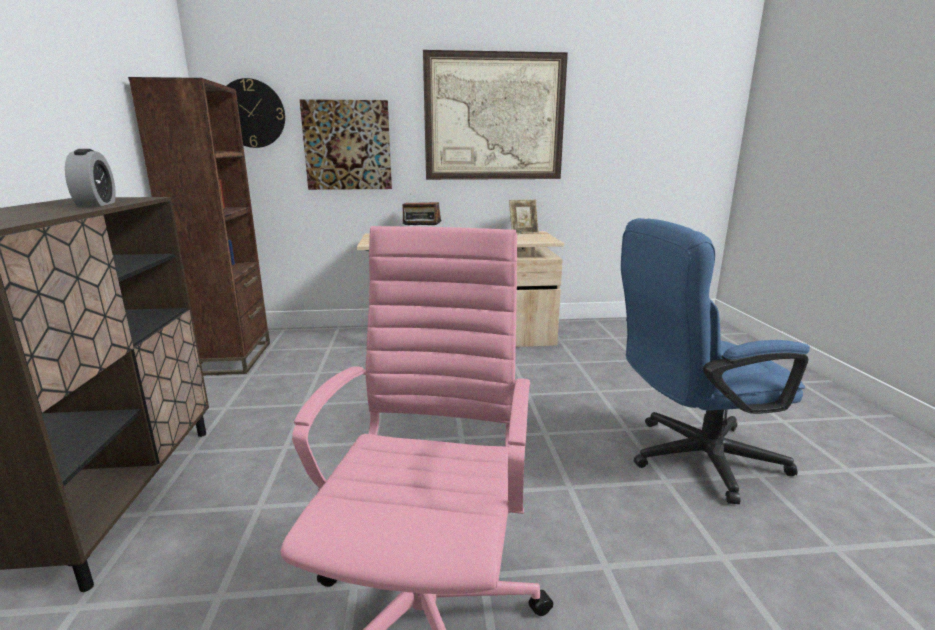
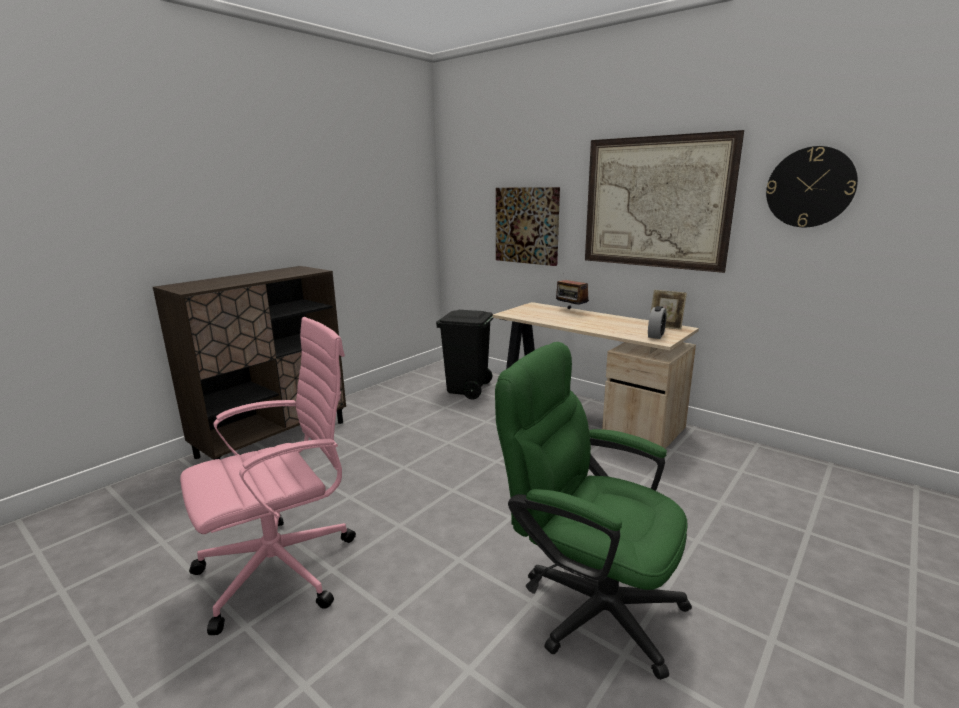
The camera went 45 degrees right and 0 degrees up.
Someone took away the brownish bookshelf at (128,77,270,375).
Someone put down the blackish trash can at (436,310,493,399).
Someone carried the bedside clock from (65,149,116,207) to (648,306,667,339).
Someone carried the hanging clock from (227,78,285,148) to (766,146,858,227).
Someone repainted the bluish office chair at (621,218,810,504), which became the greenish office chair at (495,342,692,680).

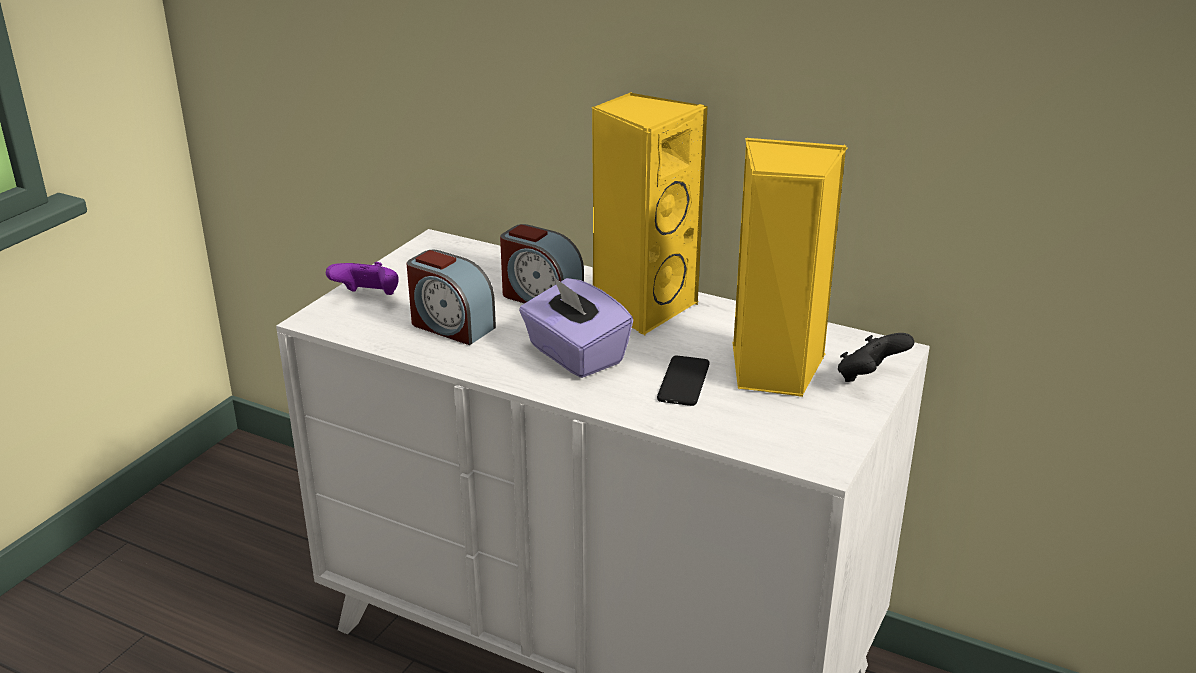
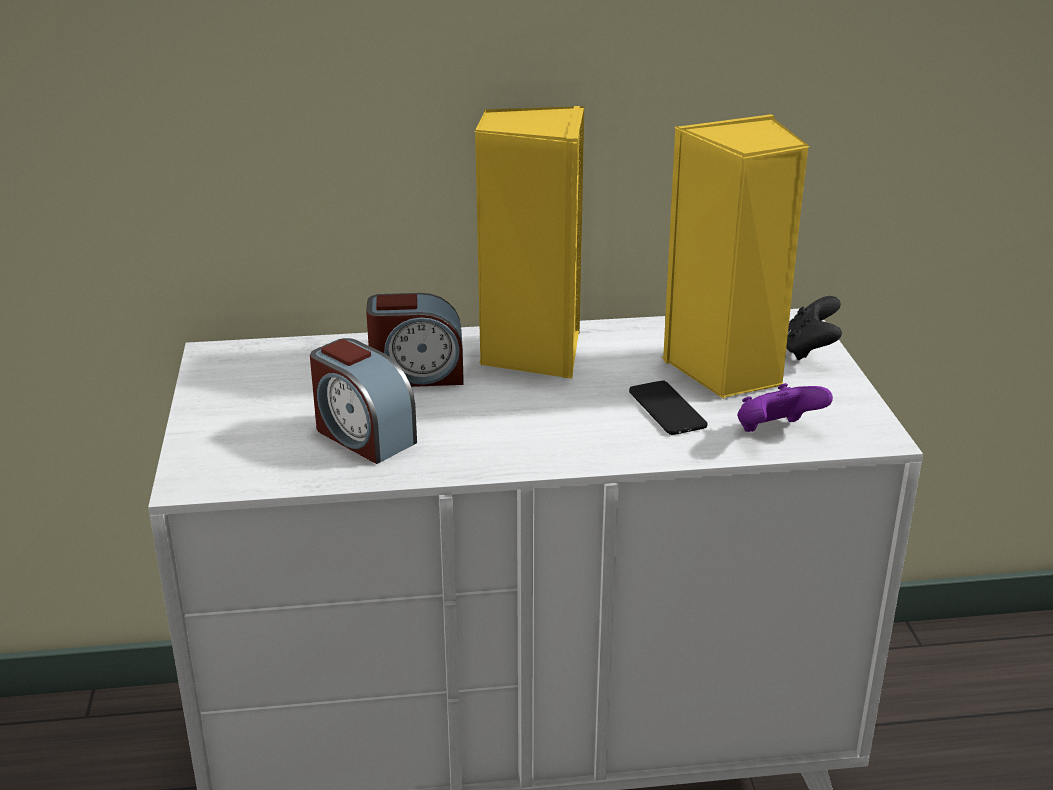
The camera went 35 degrees left and 0 degrees up.
Someone took away the purple-coloured tissue holder at (519,276,633,378).
Someone carried the purple-coloured game controller from (326,262,399,295) to (737,383,833,432).
Someone rotated the bedside clock at (407,250,496,345) by 45 degrees clockwise.

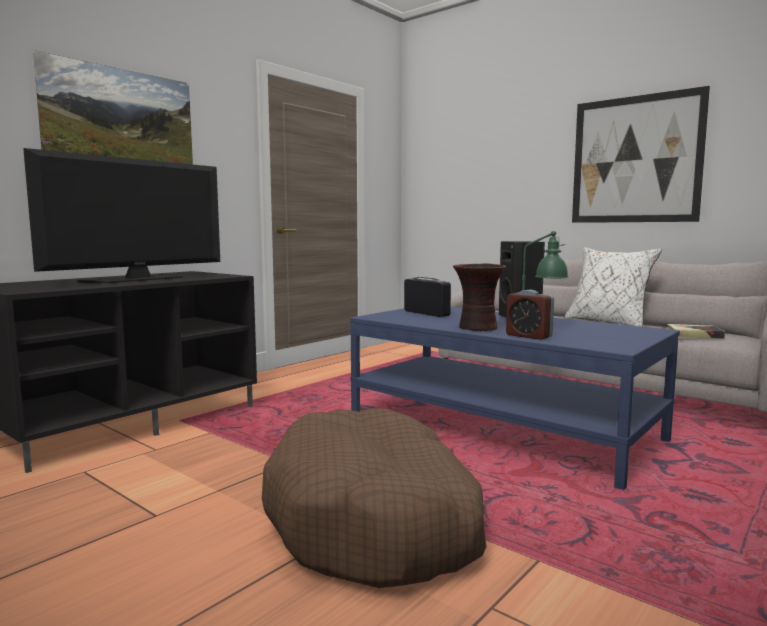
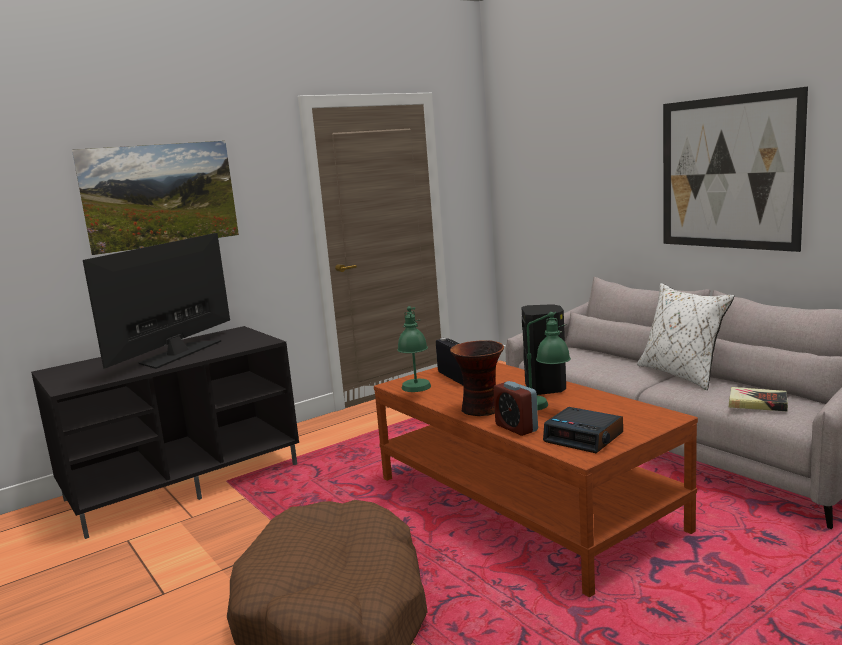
The camera went 15 degrees right and 5 degrees up.
Someone put down the greenish table lamp at (397,306,431,392).
Someone put down the bedside clock at (543,407,623,453).
Someone repainted the bluish coffee table at (350,307,680,490), which became the brownish coffee table at (374,362,698,597).
Someone rotated the TV set at (23,148,220,283) by 150 degrees clockwise.

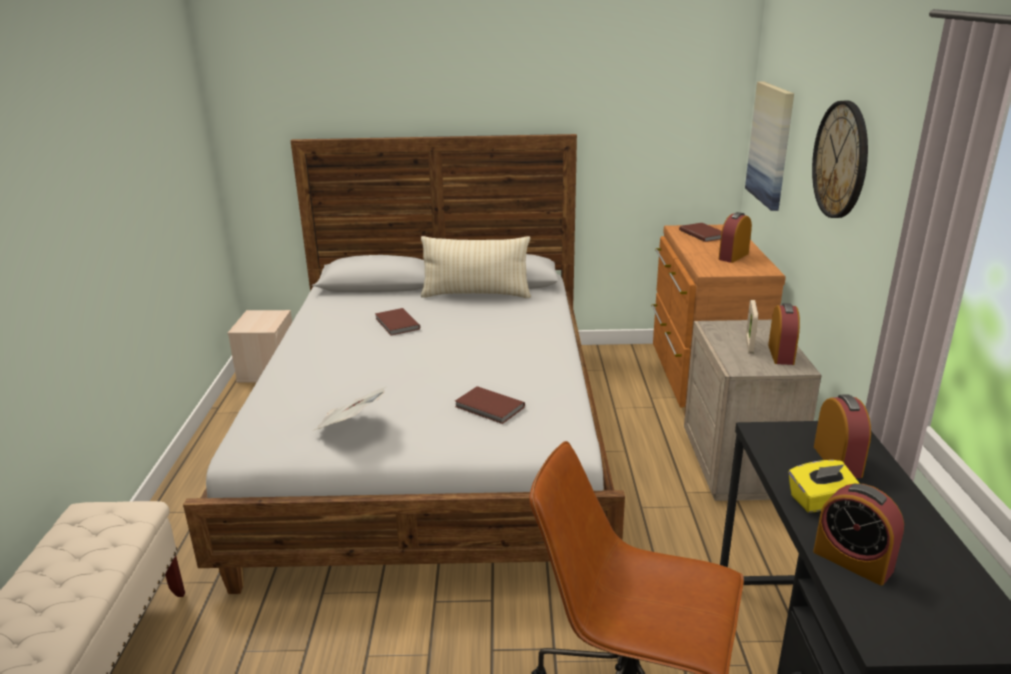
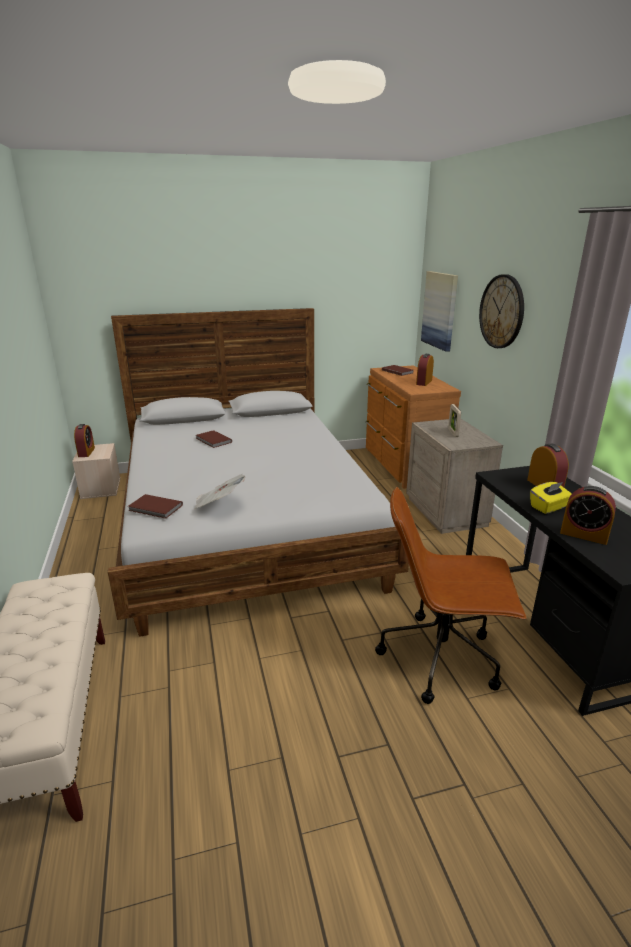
The camera went 15 degrees left and 0 degrees up.
Someone took away the beige-coloured cushion at (421,236,531,298).
Someone carried the brownish book from (455,386,525,424) to (128,494,183,519).
Someone carried the bedside clock from (768,303,800,365) to (74,424,95,457).

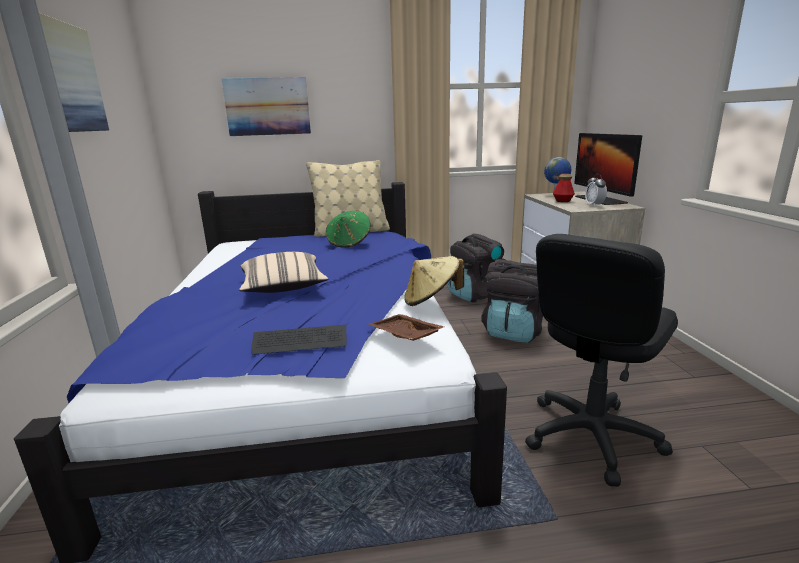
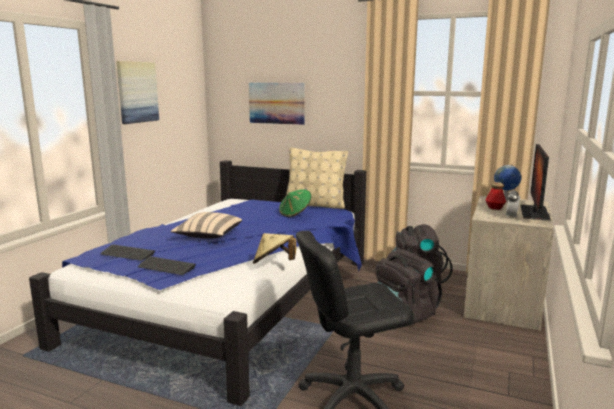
The camera went 30 degrees right and 5 degrees down.
Someone took away the brownish tray at (368,314,444,341).
Someone put down the PC keyboard at (101,244,155,261).

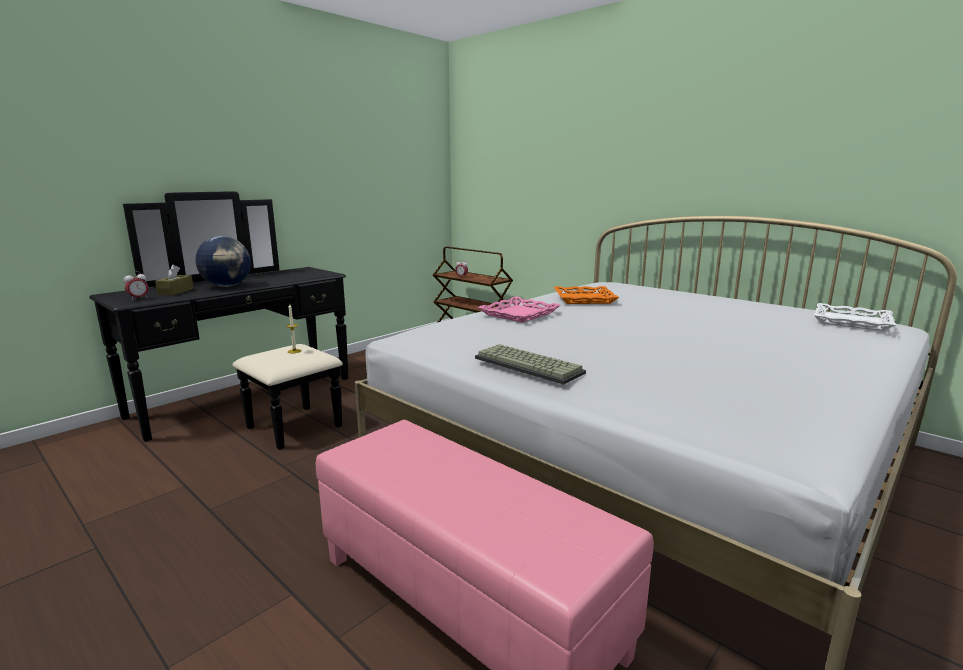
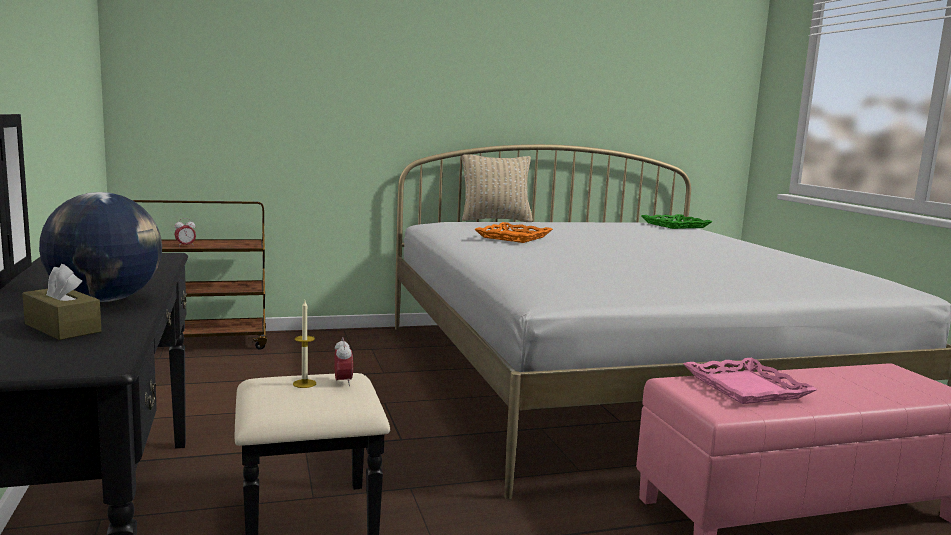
The camera went 60 degrees left and 5 degrees down.
Someone took away the PC keyboard at (475,344,586,385).
Someone put down the beige-coloured cushion at (462,154,533,222).
Someone carried the bedside clock from (124,271,148,299) to (334,337,353,386).
Someone carried the pink tray from (478,296,560,323) to (683,358,817,404).
Someone repainted the white tray at (814,303,896,331), which became the greenish tray at (641,214,712,229).

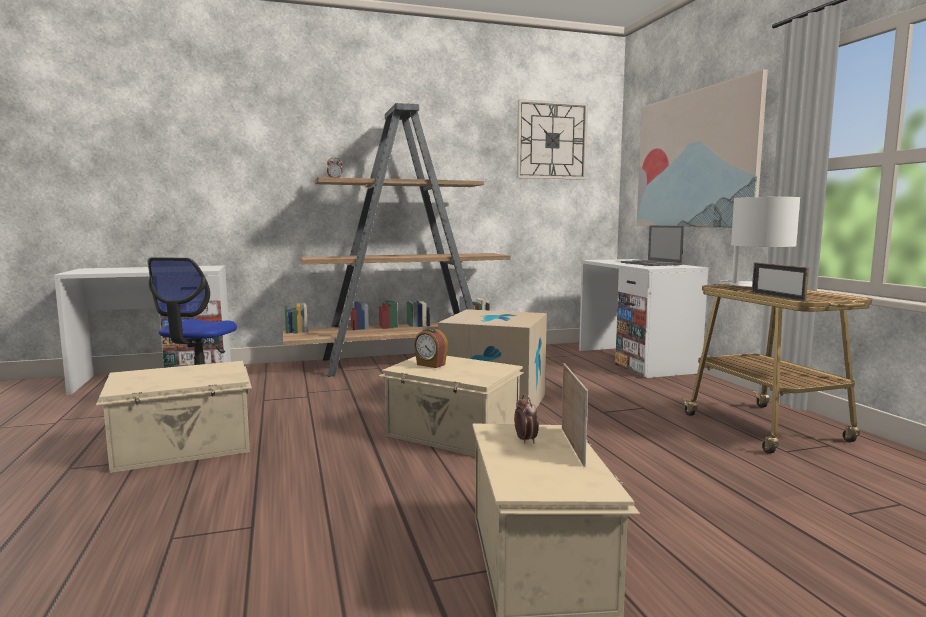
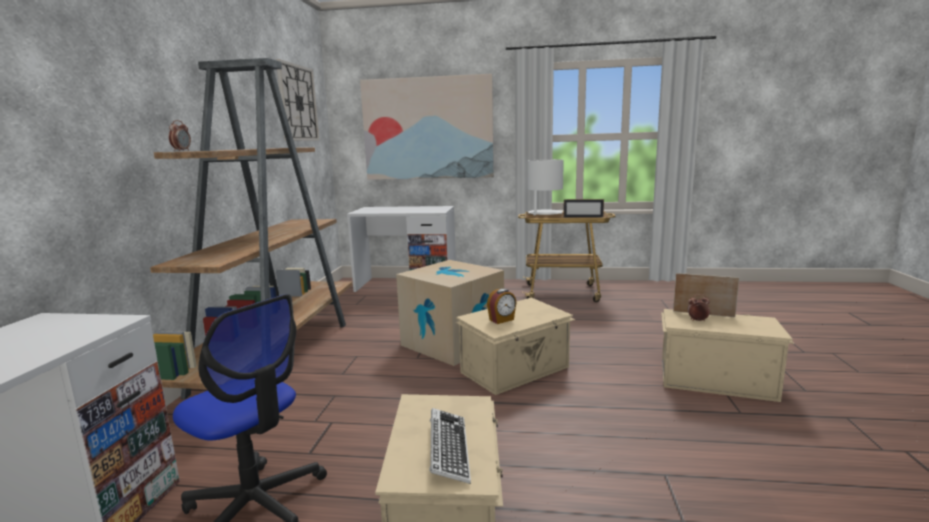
The camera went 65 degrees left and 5 degrees up.
Someone took away the portable computer at (621,225,684,266).
Someone put down the PC keyboard at (429,408,471,484).

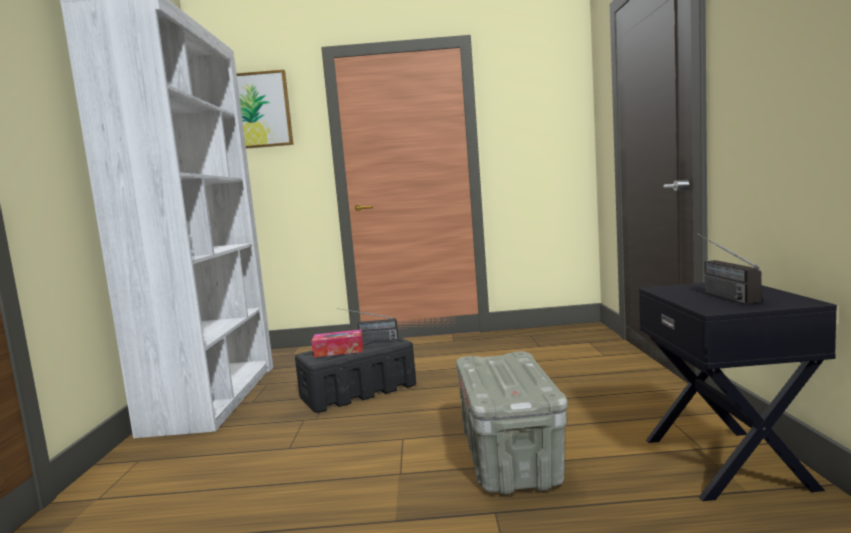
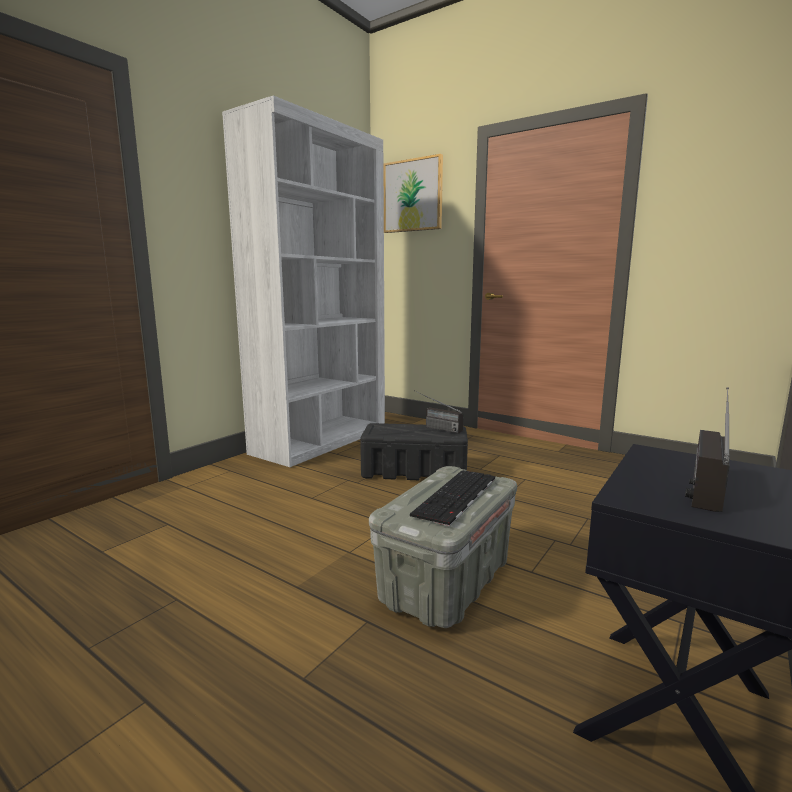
The camera went 35 degrees right and 5 degrees up.
Someone took away the tissue holder at (312,329,363,357).
Someone put down the PC keyboard at (410,470,495,527).

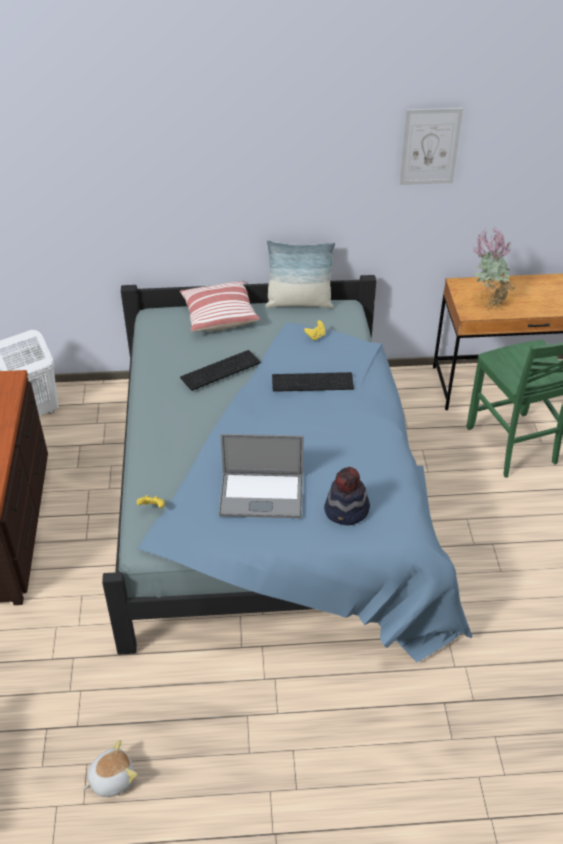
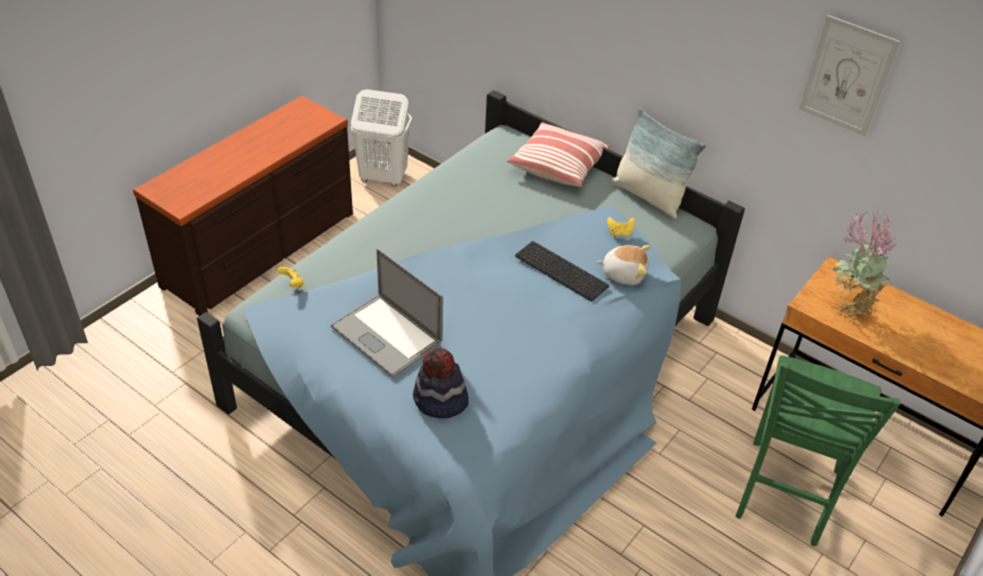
The camera went 40 degrees right and 0 degrees up.
Someone took away the PC keyboard at (180,350,260,391).
Someone carried the soft toy from (83,740,137,797) to (597,245,651,285).

